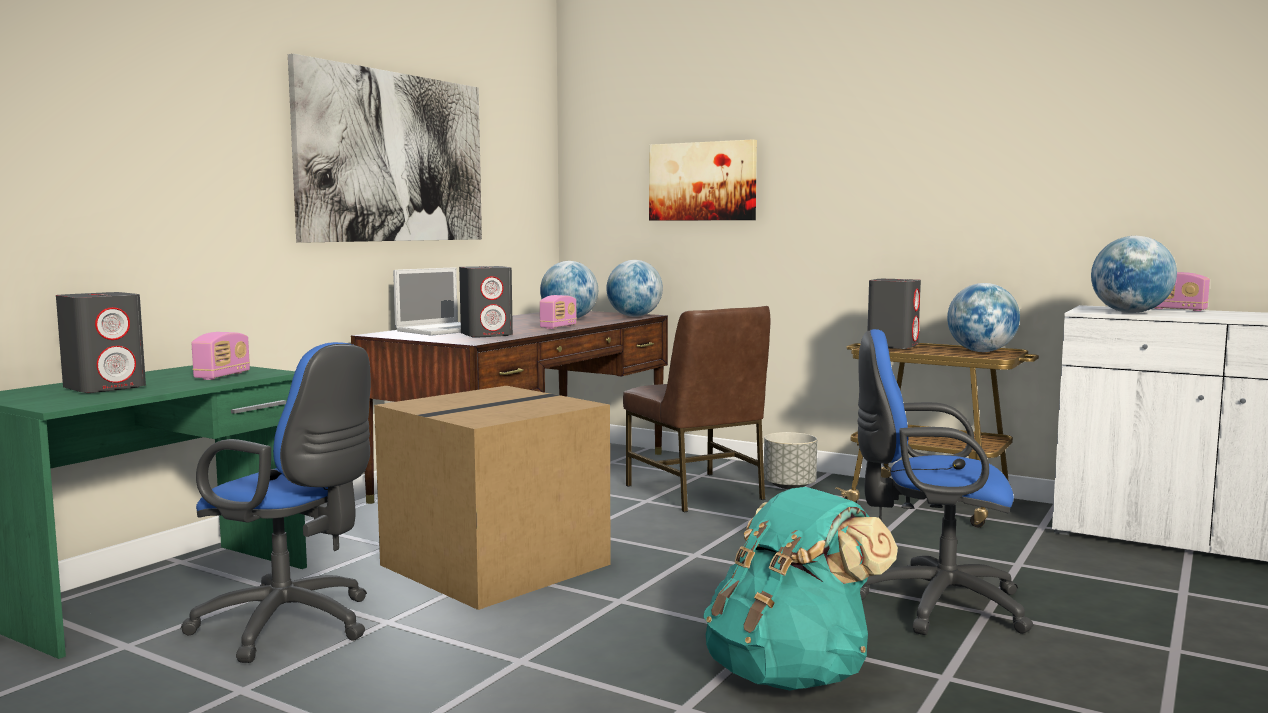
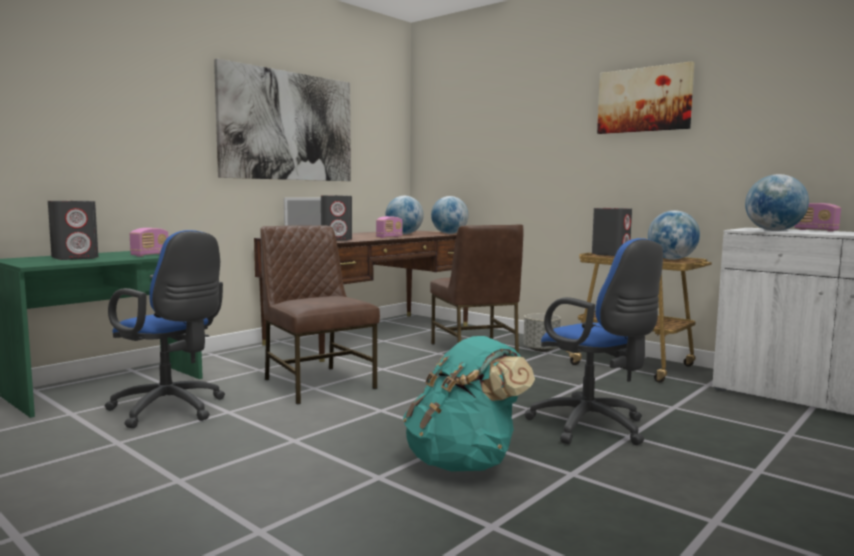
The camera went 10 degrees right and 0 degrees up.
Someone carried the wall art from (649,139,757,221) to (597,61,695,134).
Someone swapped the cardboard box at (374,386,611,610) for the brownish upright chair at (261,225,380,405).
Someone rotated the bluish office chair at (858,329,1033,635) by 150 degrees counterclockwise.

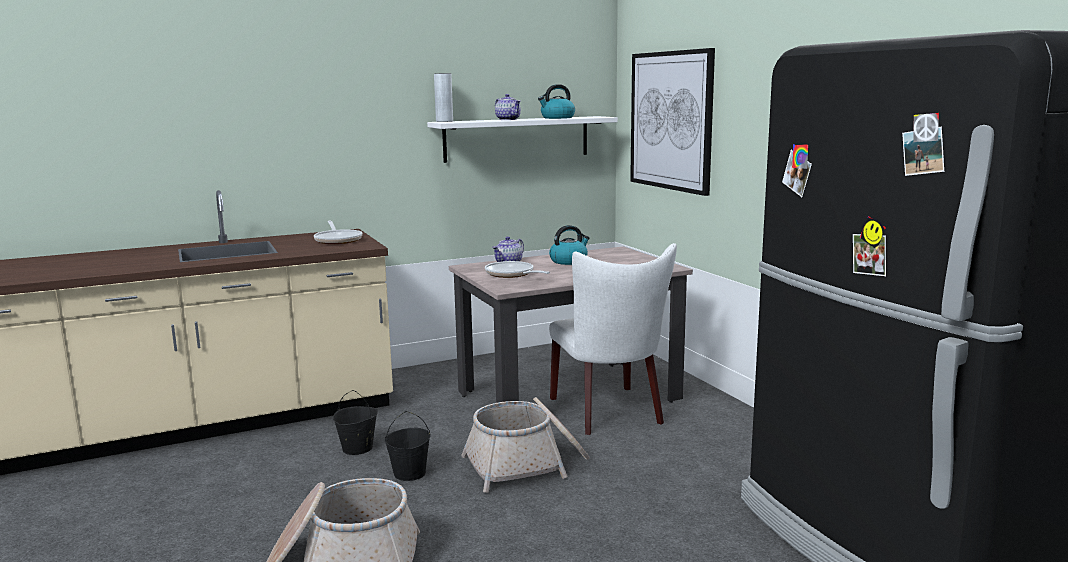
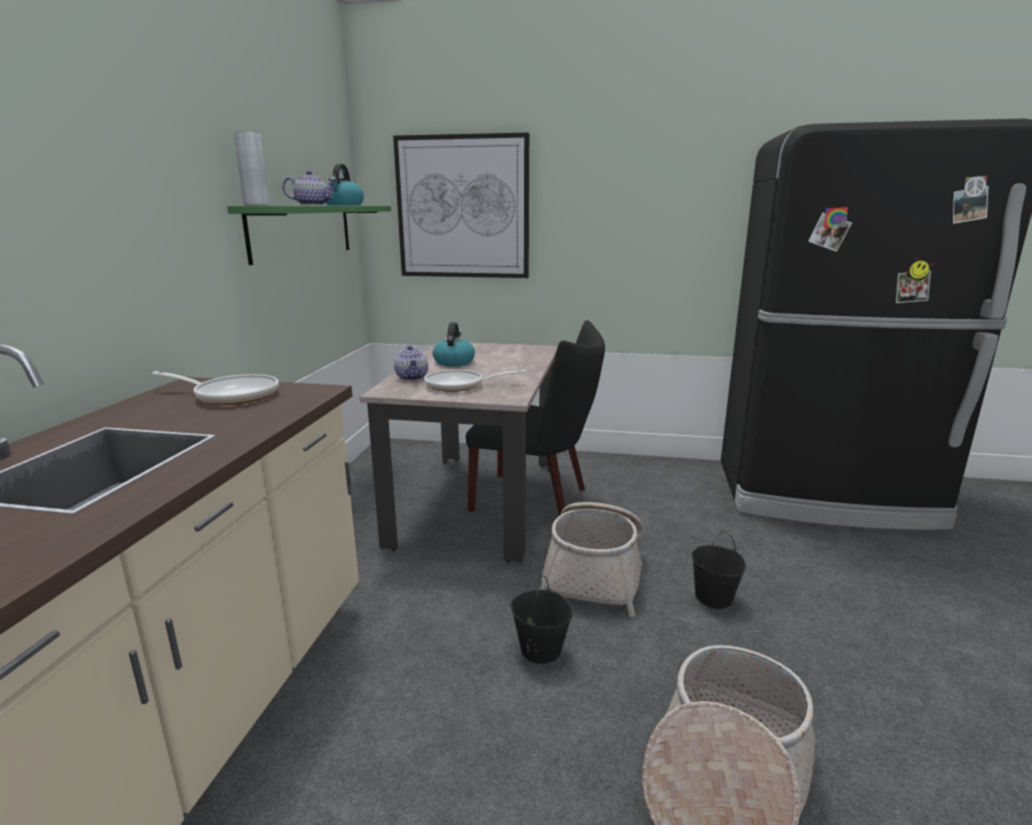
The camera went 55 degrees left and 5 degrees up.
Someone carried the blackish water bucket from (333,390,378,455) to (691,531,746,609).
Someone repainted the white shelf at (427,116,618,163), which became the greenish shelf at (227,206,391,265).
Someone repainted the white upright chair at (549,243,677,435), which became the blackish upright chair at (466,320,605,516).

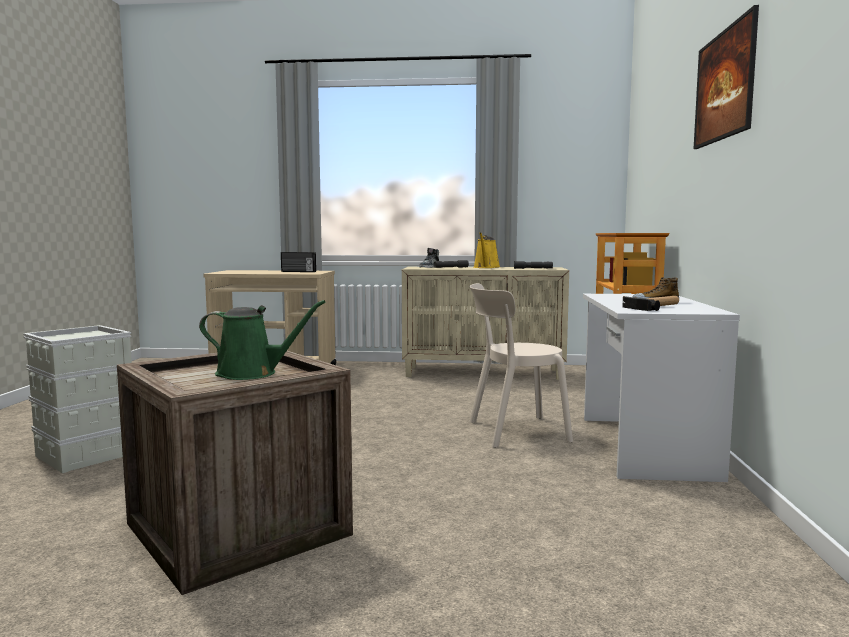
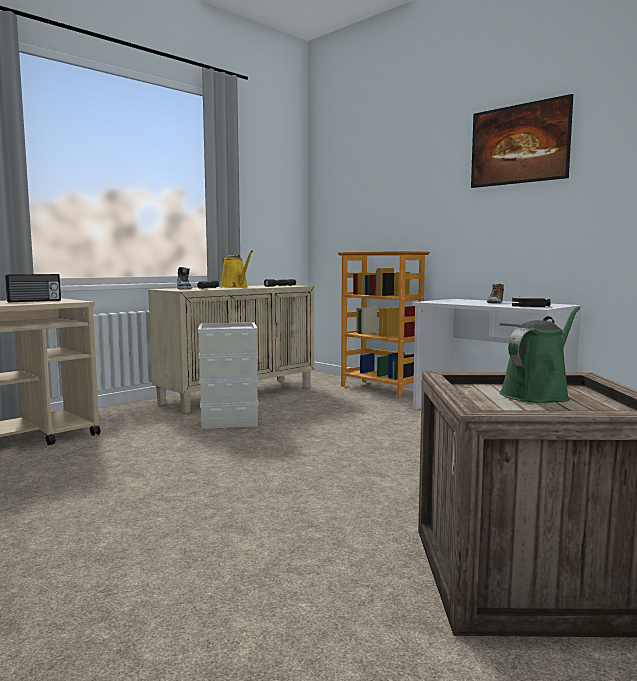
The camera went 50 degrees left and 0 degrees up.
Someone took away the beige-coloured upright chair at (469,283,573,448).
Someone carried the gray storage box from (23,325,132,473) to (198,322,259,429).

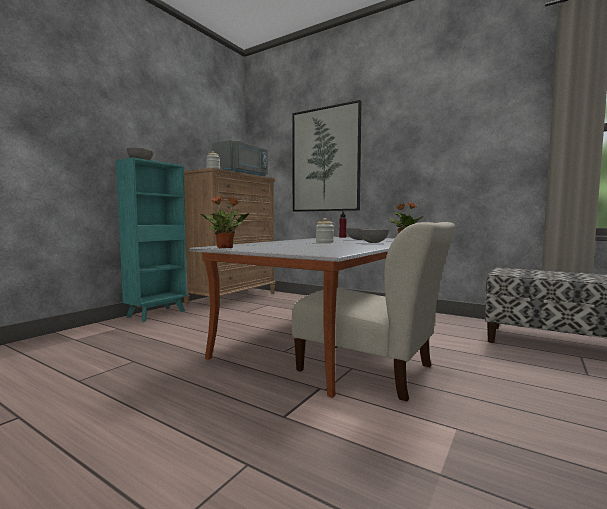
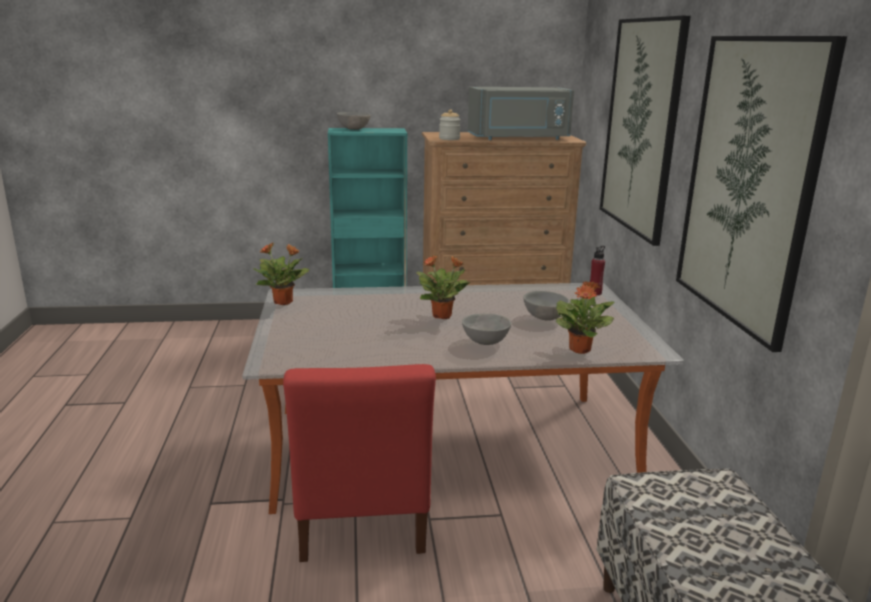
The camera went 50 degrees right and 15 degrees up.
Someone put up the wall art at (676,36,847,352).
Someone swapped the preserve jar at (316,218,334,243) for the potted plant at (416,255,471,319).
Someone repainted the beige-coloured upright chair at (292,222,455,402), which became the reddish upright chair at (283,364,436,562).

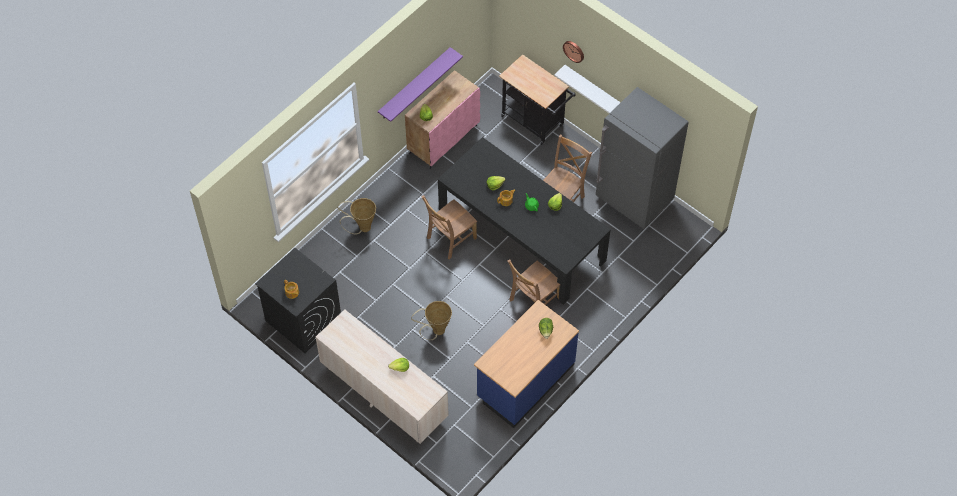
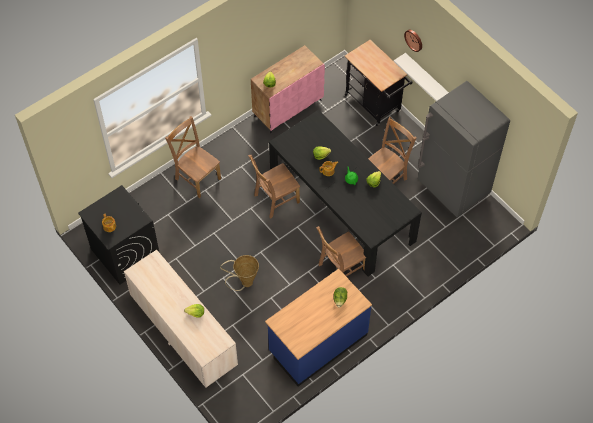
The camera went 10 degrees right and 0 degrees up.
Someone took away the purple-coloured shelf at (378,47,463,122).
Someone swapped the storage basket at (337,198,376,234) for the brownish upright chair at (165,116,221,198).

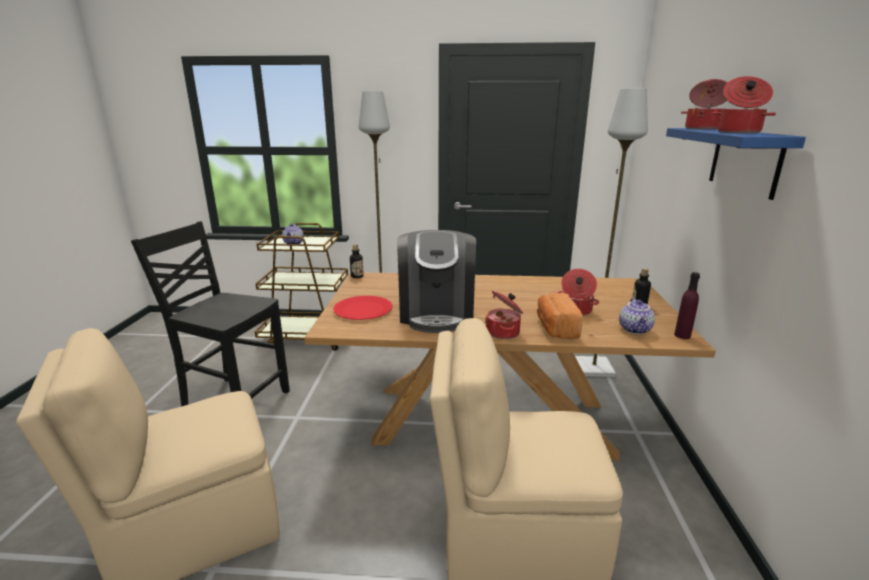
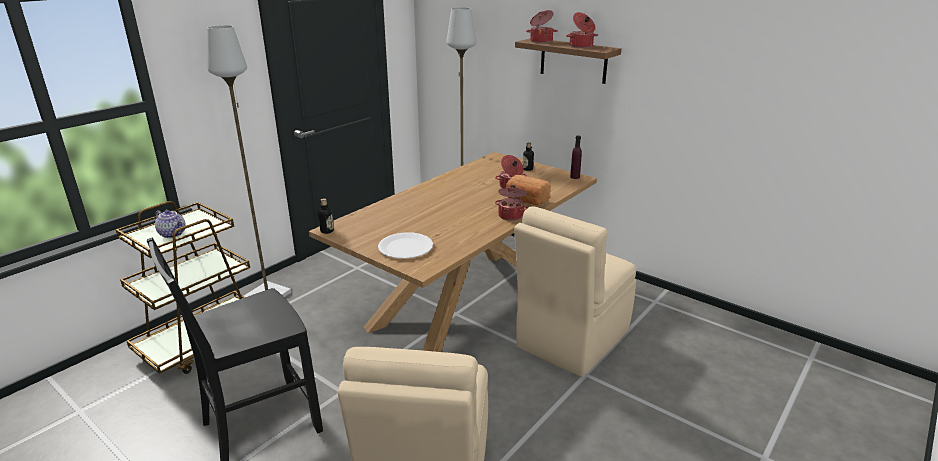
The camera went 55 degrees left and 5 degrees up.
Someone took away the coffee machine at (397,230,476,333).
Someone took away the pot for tea at (619,298,655,334).
Someone repainted the reddish flat dish at (333,296,393,320), which became the white flat dish at (378,232,433,259).
Someone repainted the bluish shelf at (666,128,806,200), which became the brownish shelf at (515,39,621,84).

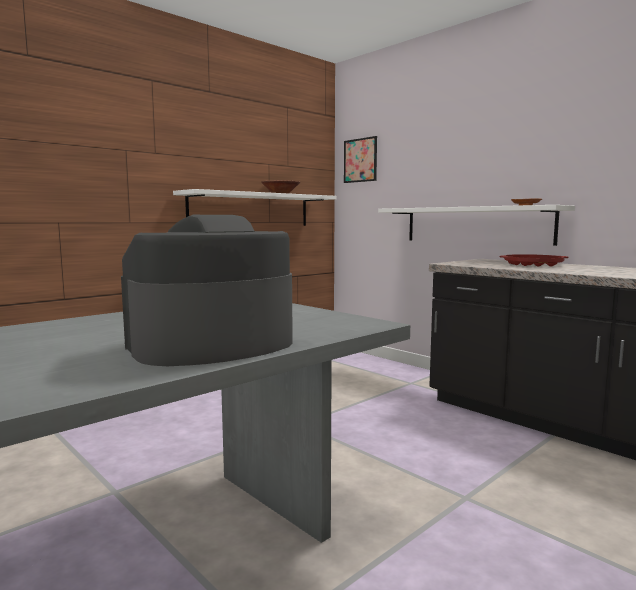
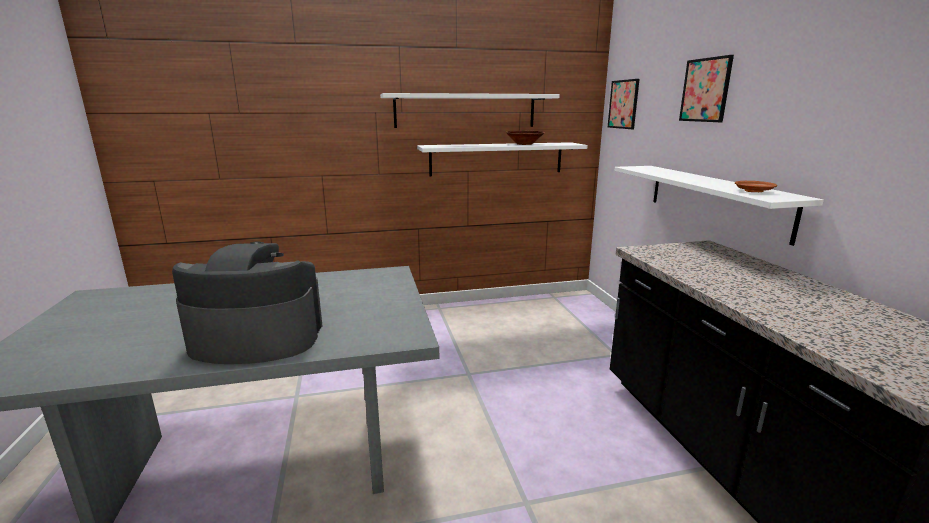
The camera went 30 degrees right and 10 degrees up.
Someone took away the reddish tray at (500,254,569,266).
Someone put up the white shelf at (380,93,560,128).
Someone put up the wall art at (679,55,734,122).

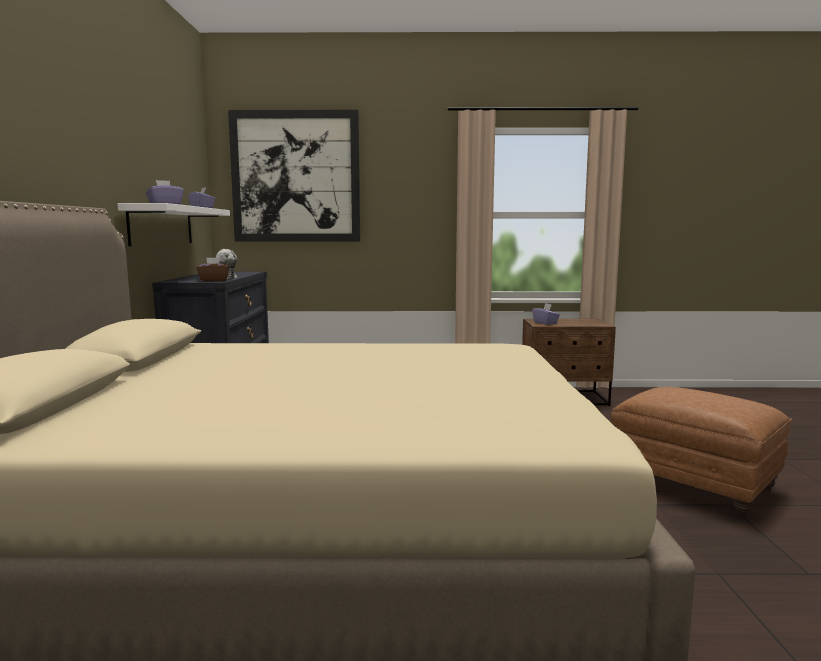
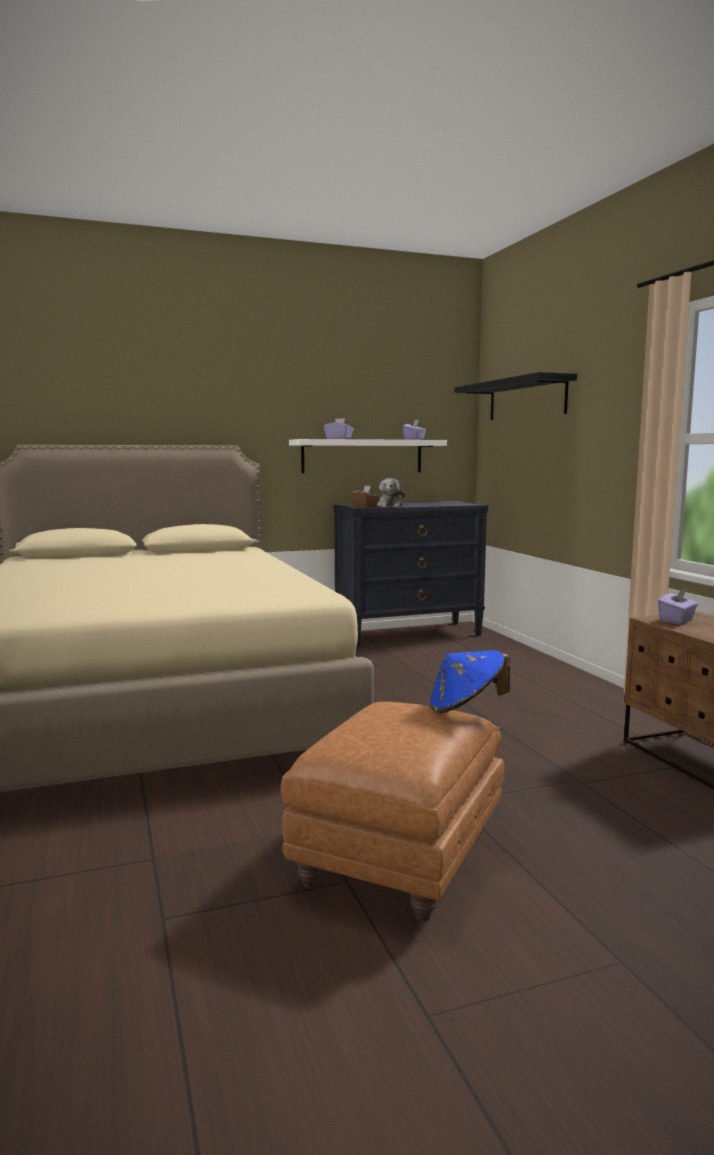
The camera went 70 degrees right and 0 degrees up.
Someone put down the bluish hat at (429,650,510,714).
Someone swapped the wall art at (228,110,360,241) for the blackish shelf at (454,372,577,420).

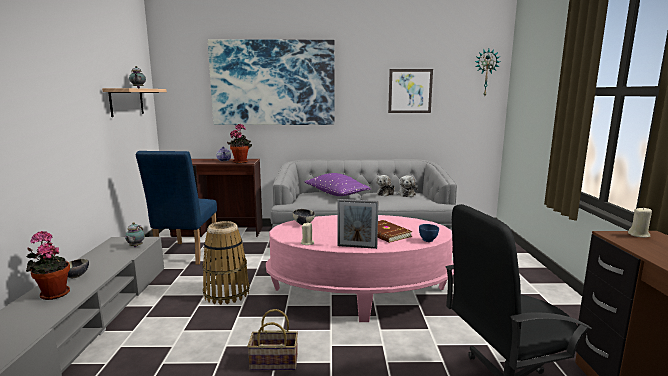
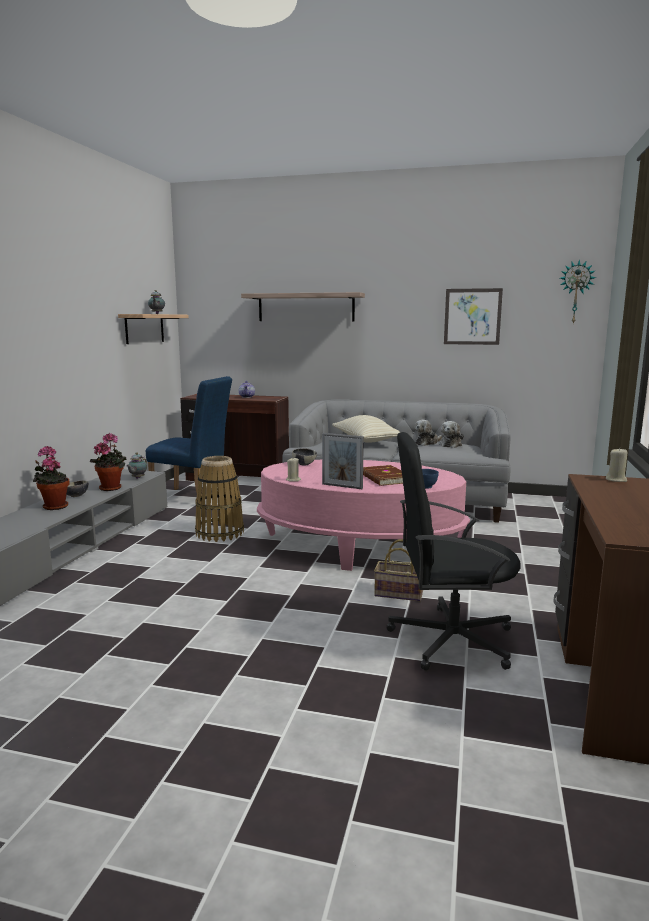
The camera went 15 degrees right and 0 degrees up.
Someone carried the potted plant from (227,123,252,164) to (90,433,126,491).
Someone carried the storage basket from (247,309,298,371) to (374,539,423,601).
Someone swapped the wall art at (208,40,335,125) for the shelf at (241,292,365,321).
Someone repainted the purple-coloured cushion at (304,173,371,196), which became the beige-coloured cushion at (332,415,400,443).
Someone rotated the bluish upright chair at (136,151,217,265) by 90 degrees counterclockwise.

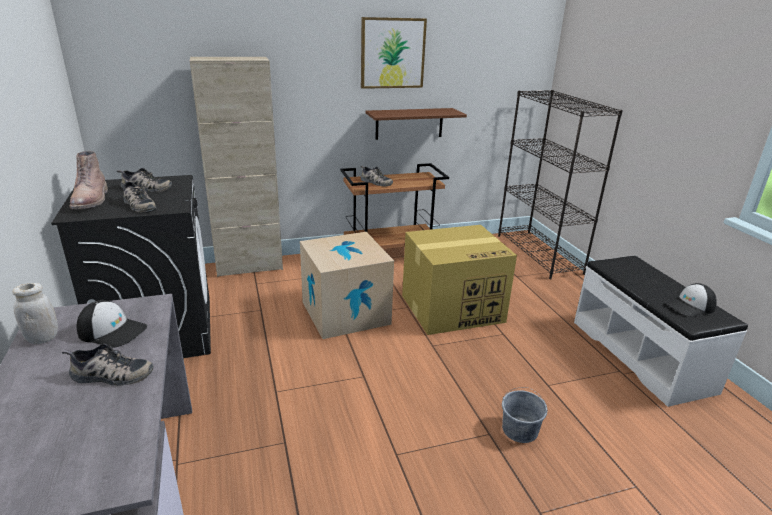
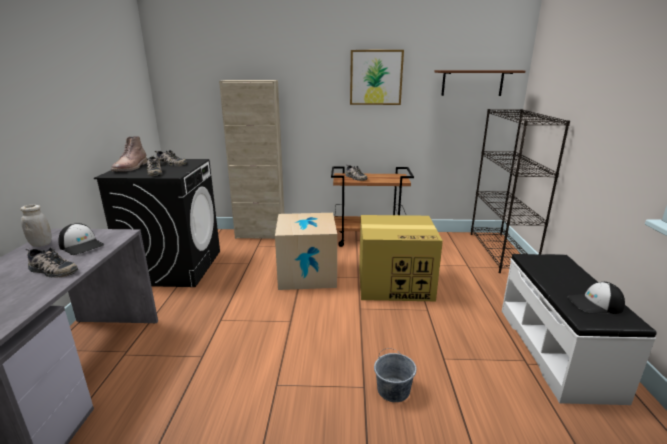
The camera went 20 degrees right and 5 degrees down.
Someone carried the brownish shelf from (365,108,467,140) to (434,70,525,96).

